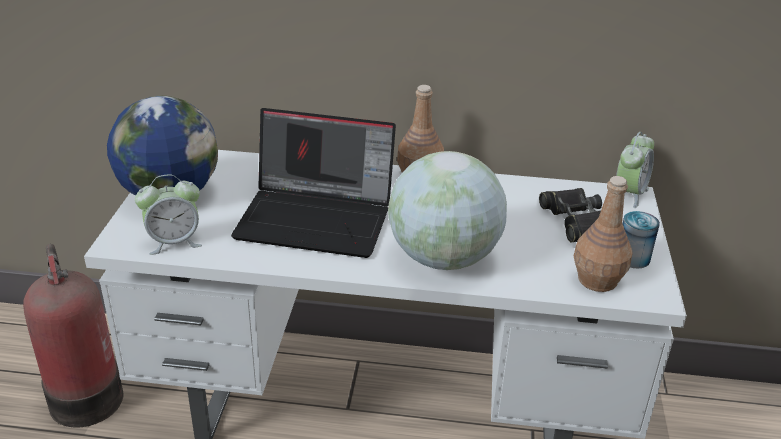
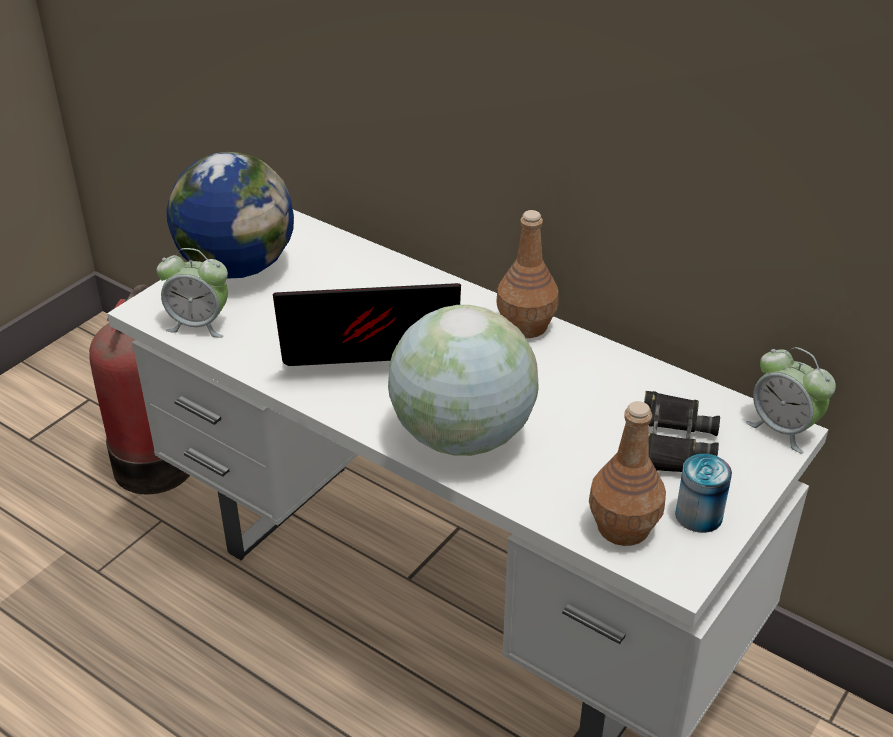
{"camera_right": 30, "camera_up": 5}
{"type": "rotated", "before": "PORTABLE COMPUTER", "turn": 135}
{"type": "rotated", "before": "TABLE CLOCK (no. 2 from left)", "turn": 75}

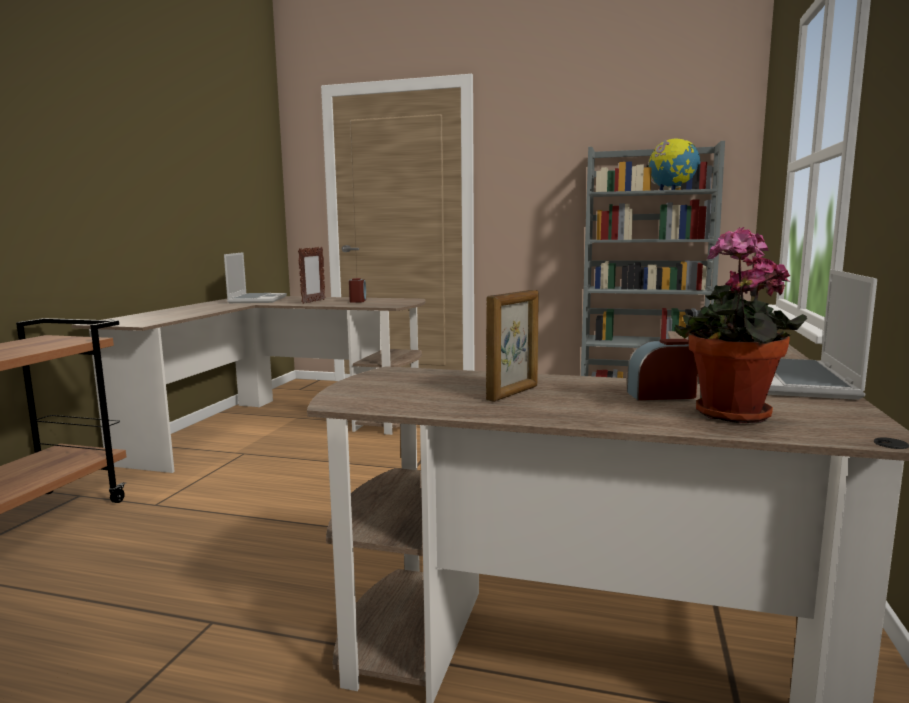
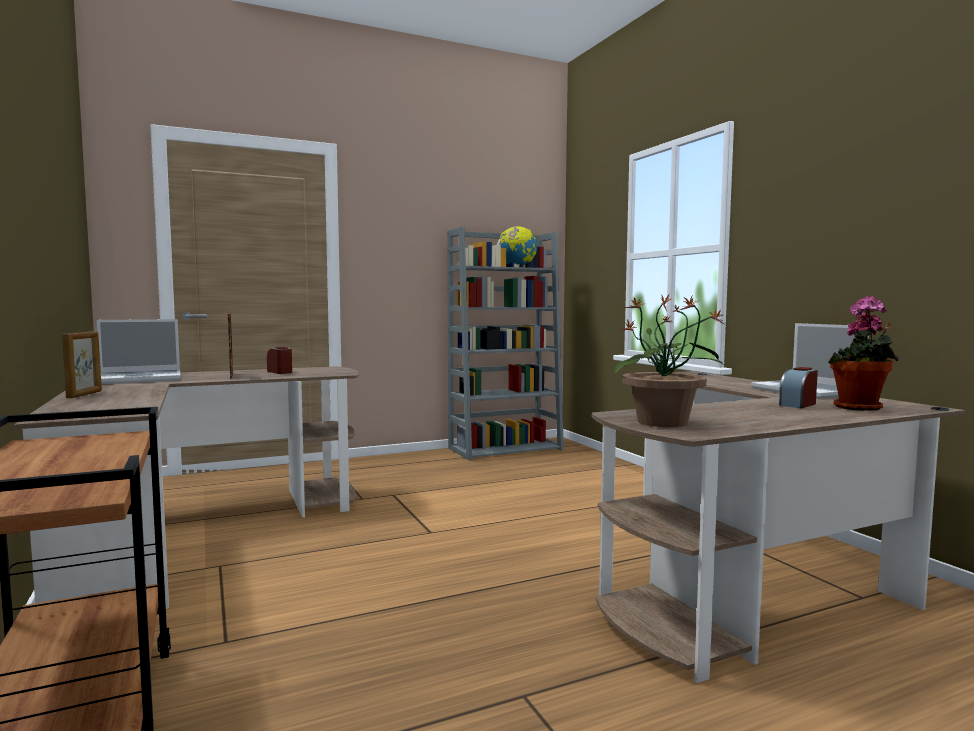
{"camera_right": -40, "camera_up": -5}
{"type": "new", "after": "PLANT IN A POT (no. 1 from left)"}
{"type": "shifted", "before": "PHOTO FRAME (no. 2 from left in the first image)", "after": "PHOTO FRAME (no. 1 from left)"}
{"type": "rotated", "before": "PORTABLE COMPUTER (no. 1 from left)", "turn": 105}

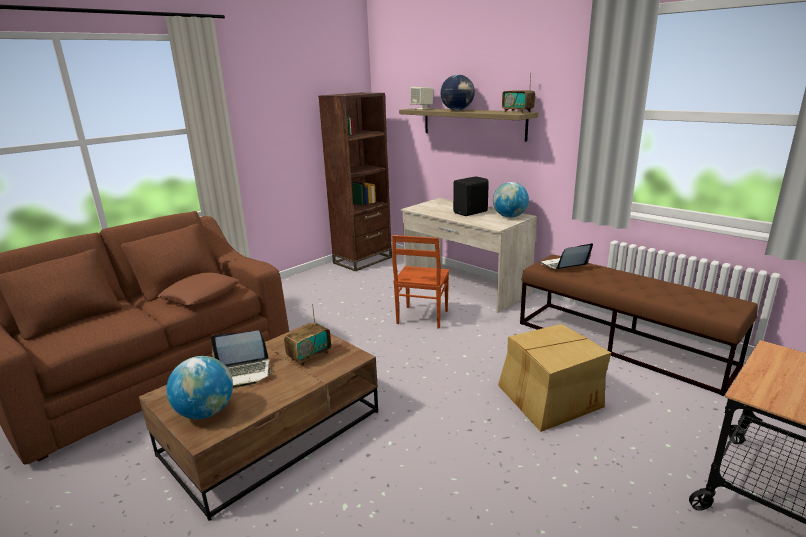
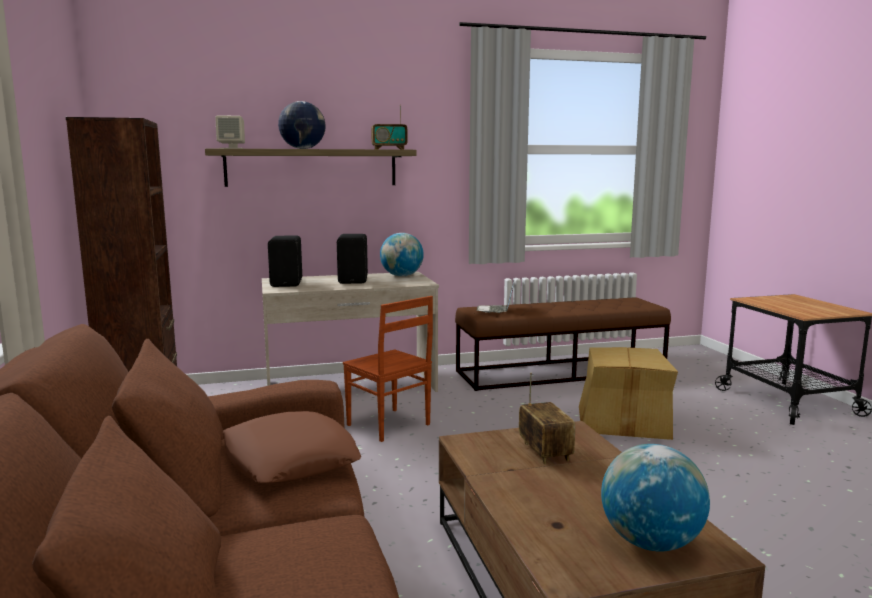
{"camera_right": -60, "camera_up": -10}
{"type": "gone", "before": "PORTABLE COMPUTER (no. 1 from left)"}
{"type": "new", "after": "BLACKISH LOUDSPEAKER (no. 1 from left)"}

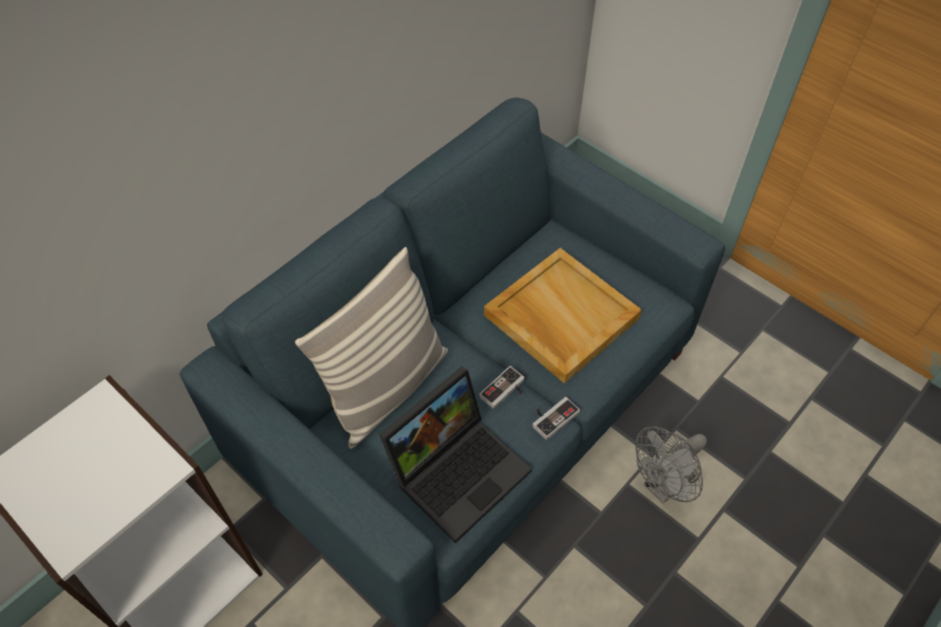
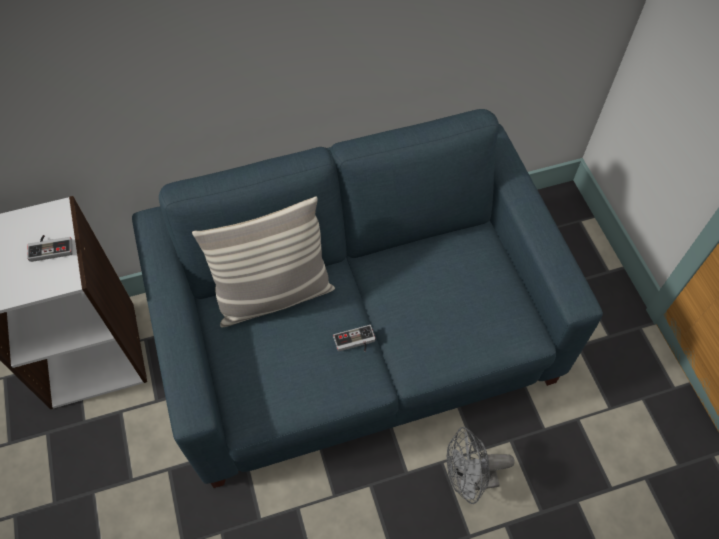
{"camera_right": 30, "camera_up": 5}
{"type": "gone", "before": "PORTABLE COMPUTER"}
{"type": "gone", "before": "BEIGE TRAY"}
{"type": "shifted", "before": "JOYPAD (no. 2 from left in the first image)", "after": "JOYPAD (no. 1 from left)"}

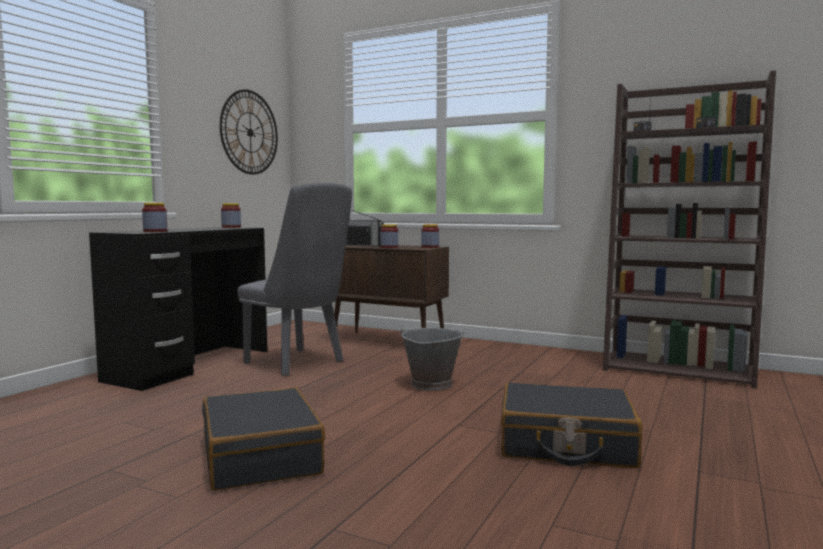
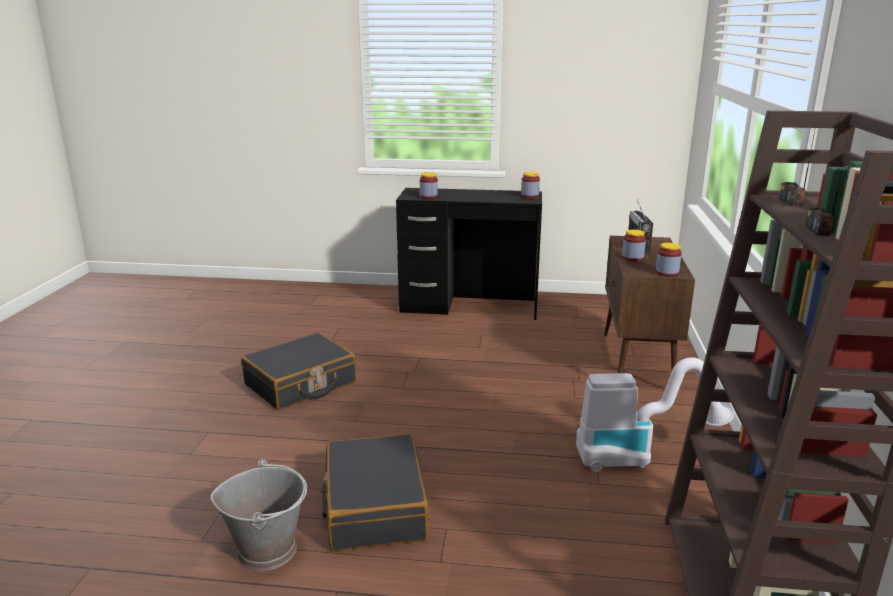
{"camera_right": 70, "camera_up": 15}
{"type": "gone", "before": "HANGING CLOCK"}
{"type": "gone", "before": "GREY PLAIN CHAIR"}
{"type": "new", "after": "VACUUM"}
{"type": "shifted", "before": "GREY BUCKET"}

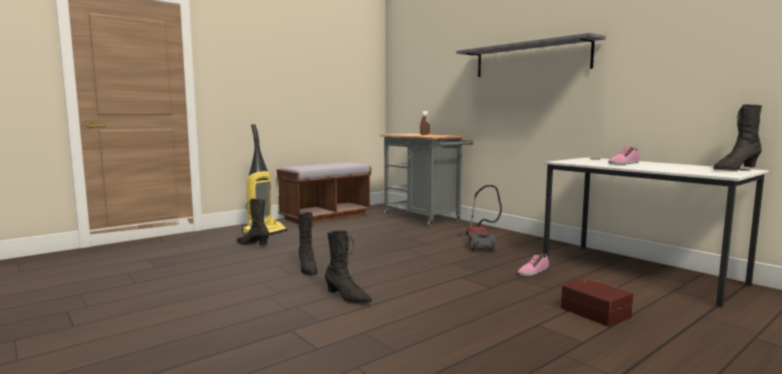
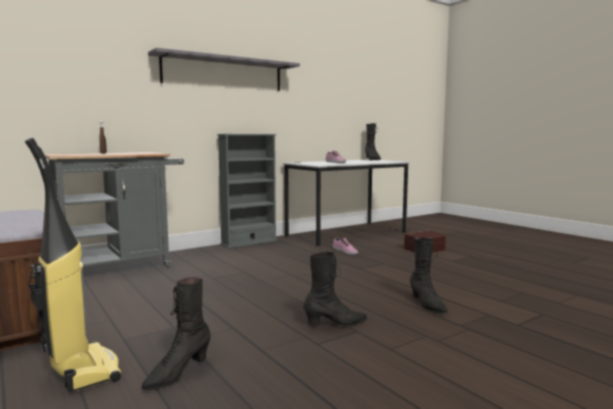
{"camera_right": -85, "camera_up": 0}
{"type": "gone", "before": "VACUUM (no. 2 from left)"}
{"type": "new", "after": "GREY BOOKSHELF"}
{"type": "rotated", "before": "BLACKISH TALL BOOT (no. 3 from left in the first image)", "turn": 120}

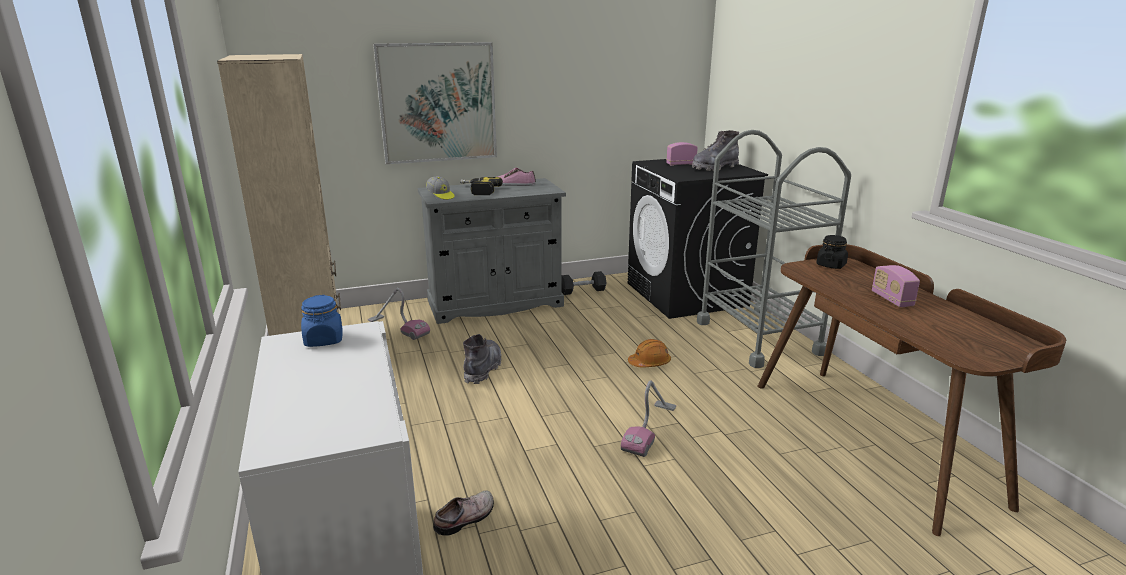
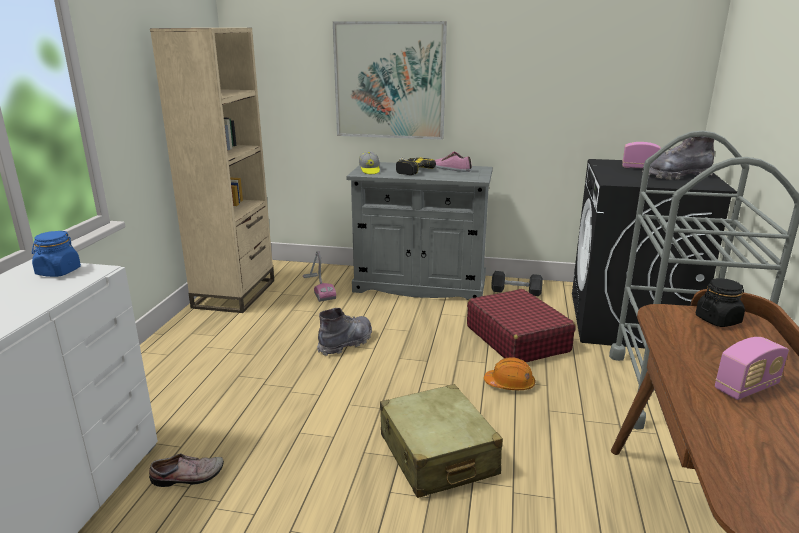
{"camera_right": 30, "camera_up": 0}
{"type": "new", "after": "REDDISH TRAVEL CASE"}
{"type": "swapped", "before": "VACUUM (no. 2 from left)", "after": "BEIGE TRAVEL CASE"}
{"type": "rotated", "before": "RADIO (no. 2 from left)", "turn": -135}

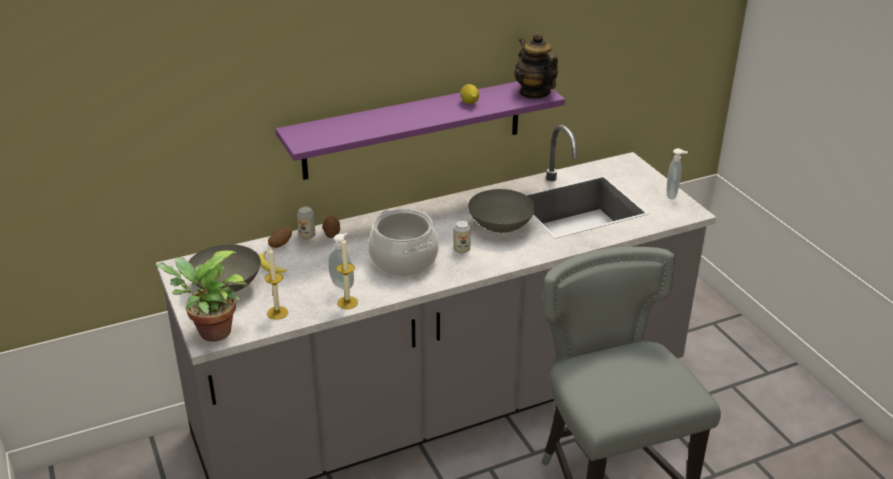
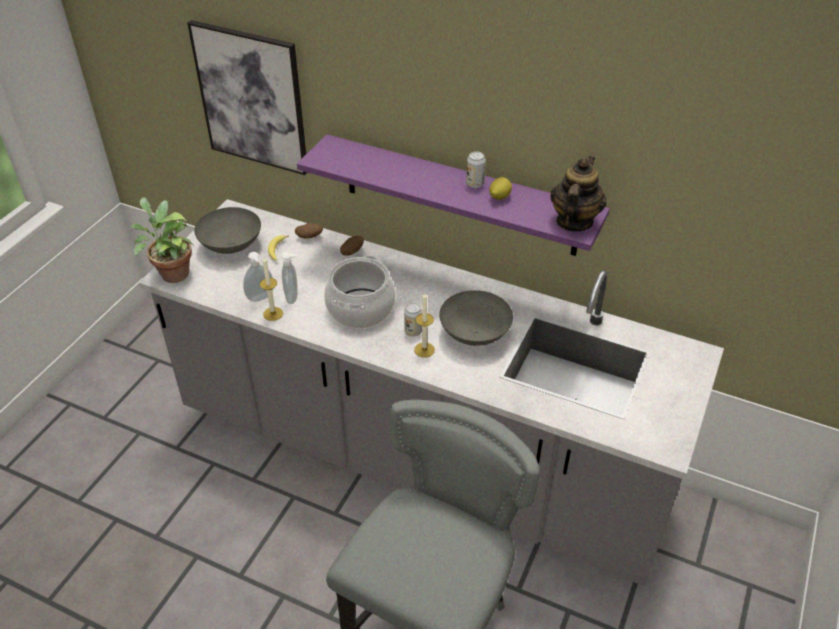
{"camera_right": 50, "camera_up": 10}
{"type": "new", "after": "PICTURE"}
{"type": "shifted", "before": "WAX LIGHT (no. 1 from left in the first image)", "after": "WAX LIGHT (no. 2 from left)"}
{"type": "shifted", "before": "METAL CAN (no. 1 from left in the first image)", "after": "METAL CAN (no. 2 from left)"}
{"type": "shifted", "before": "LIQUID SOAP BOTTLE (no. 2 from left in the first image)", "after": "LIQUID SOAP BOTTLE (no. 1 from left)"}

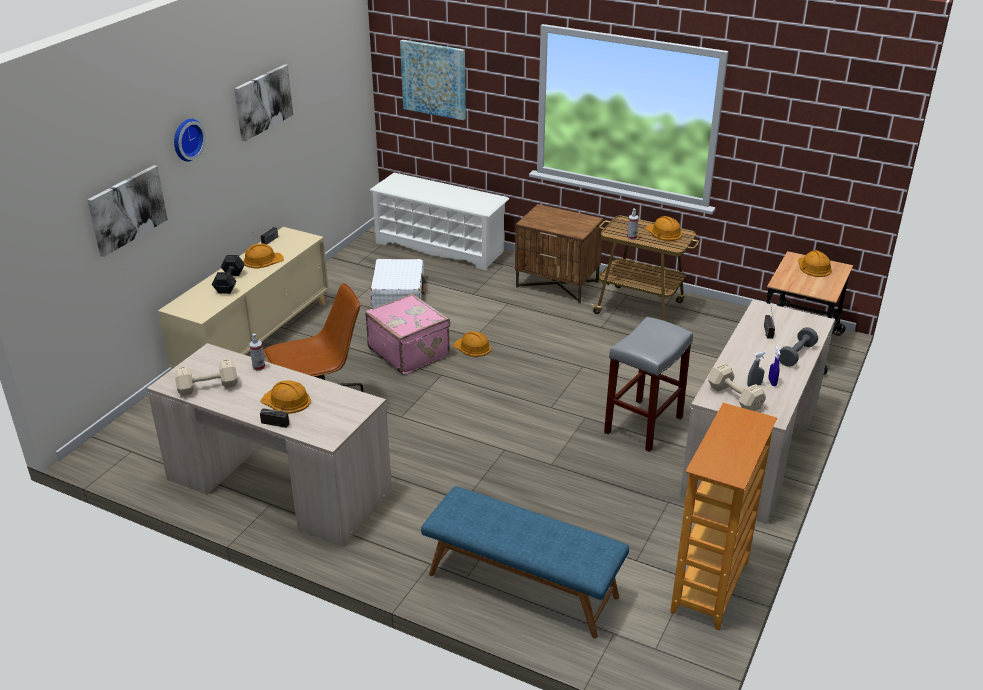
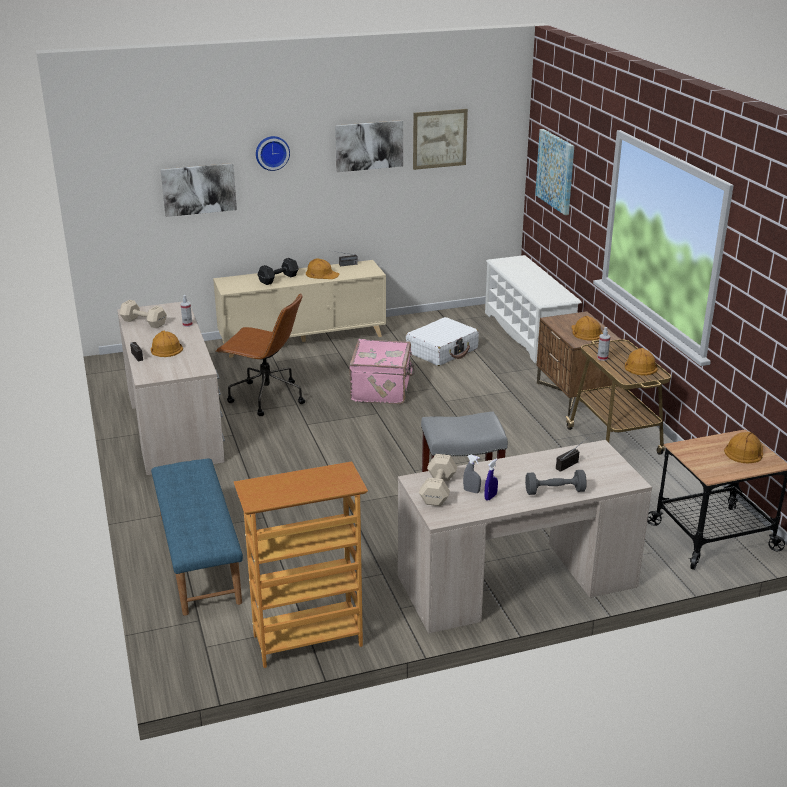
{"camera_right": 45, "camera_up": -5}
{"type": "new", "after": "PICTURE (no. 3 from left)"}
{"type": "shifted", "before": "ORANGEY SAFETY HELMET (no. 3 from left)"}

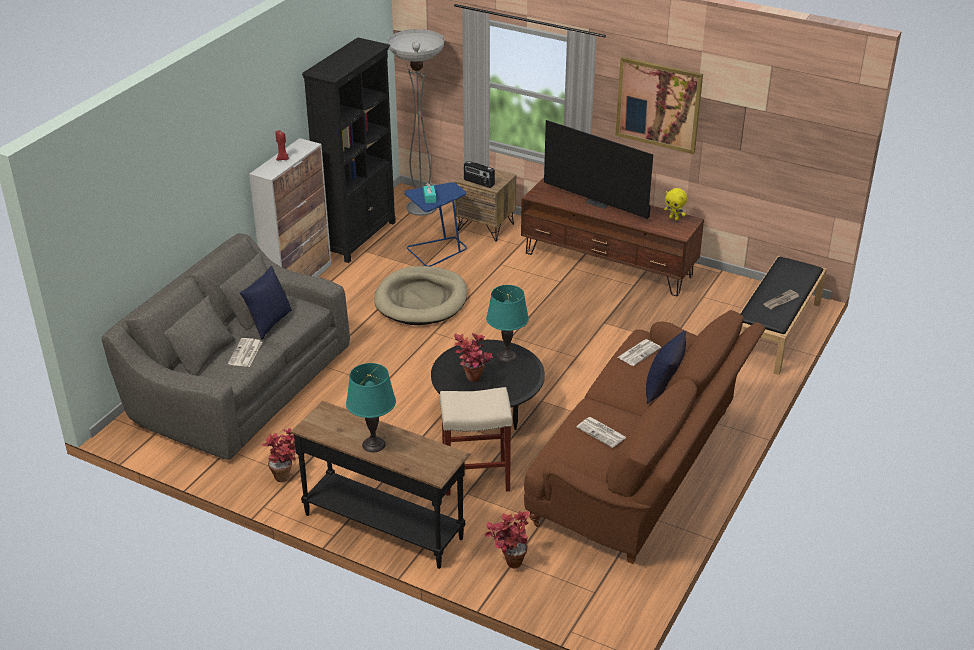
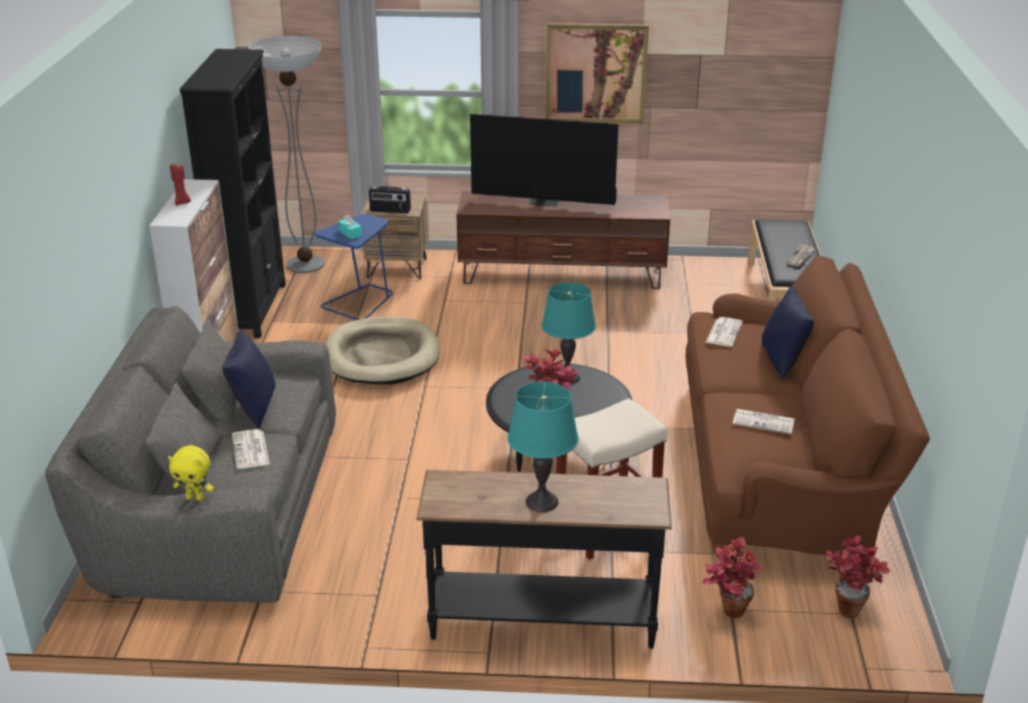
{"camera_right": -25, "camera_up": -5}
{"type": "shifted", "before": "PLANT IN A POT (no. 1 from left in the first image)", "after": "PLANT IN A POT (no. 3 from left)"}
{"type": "shifted", "before": "YELLOW SOFT TOY"}

